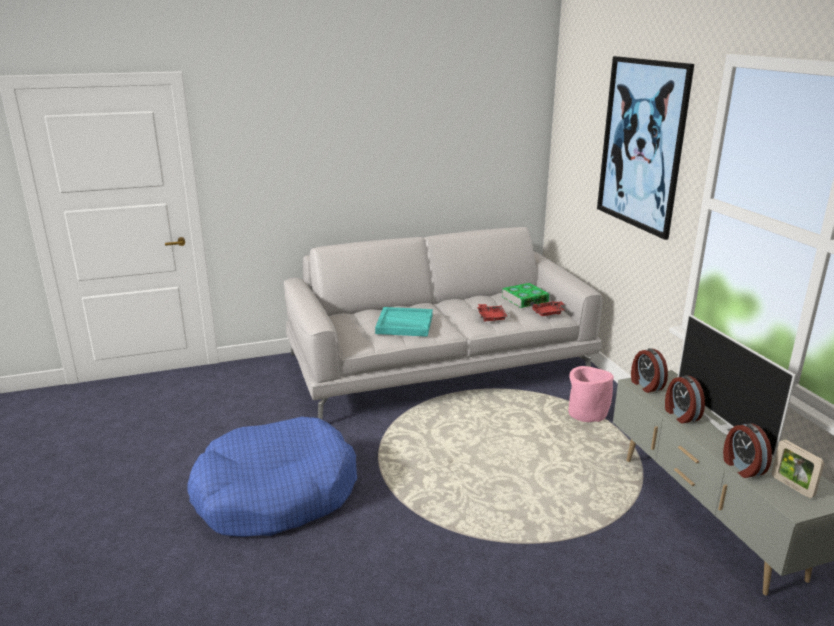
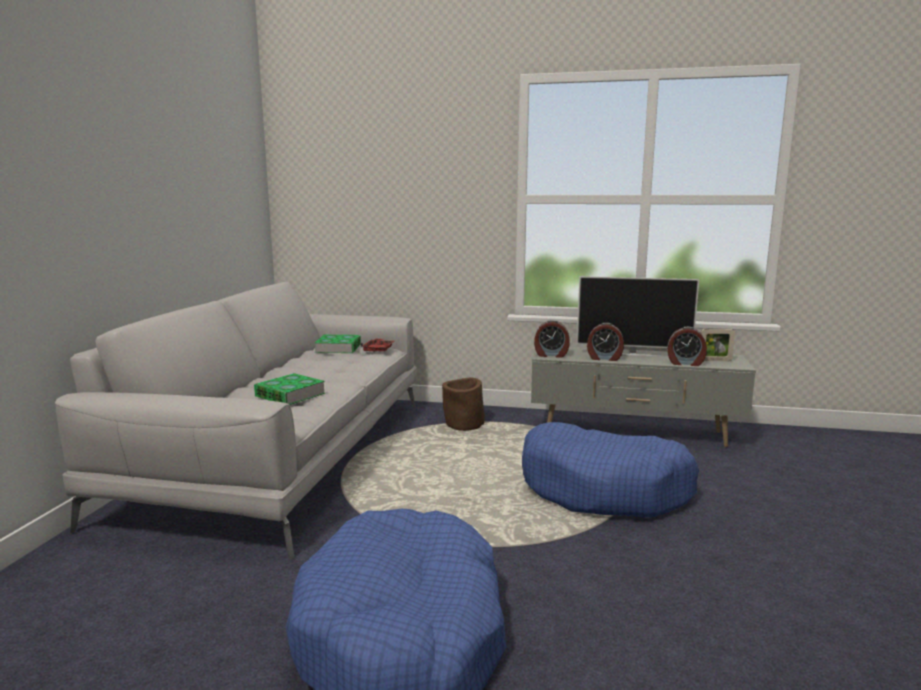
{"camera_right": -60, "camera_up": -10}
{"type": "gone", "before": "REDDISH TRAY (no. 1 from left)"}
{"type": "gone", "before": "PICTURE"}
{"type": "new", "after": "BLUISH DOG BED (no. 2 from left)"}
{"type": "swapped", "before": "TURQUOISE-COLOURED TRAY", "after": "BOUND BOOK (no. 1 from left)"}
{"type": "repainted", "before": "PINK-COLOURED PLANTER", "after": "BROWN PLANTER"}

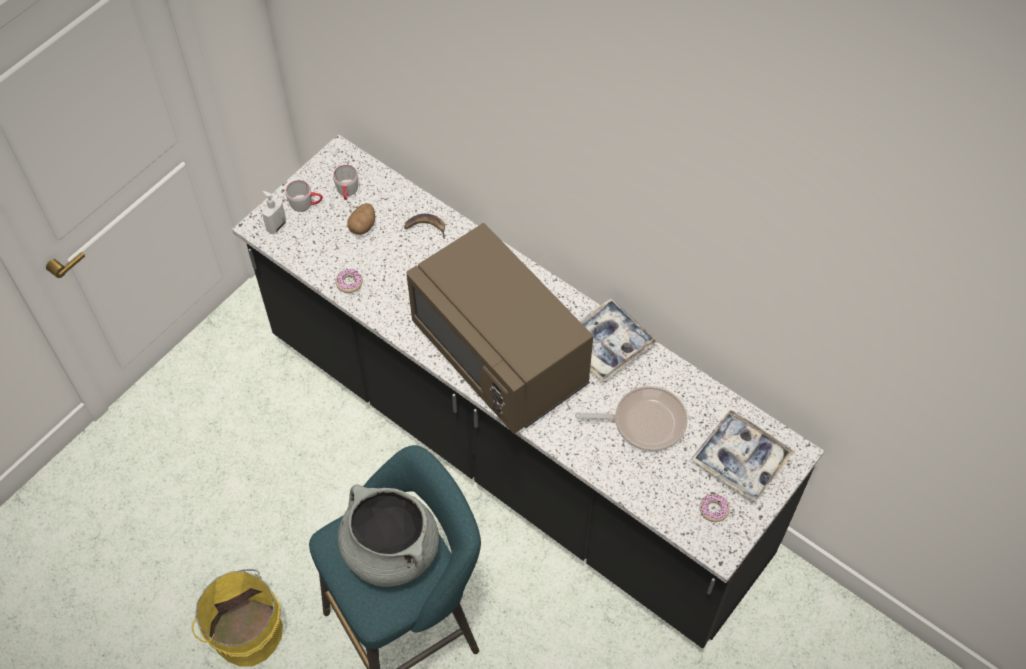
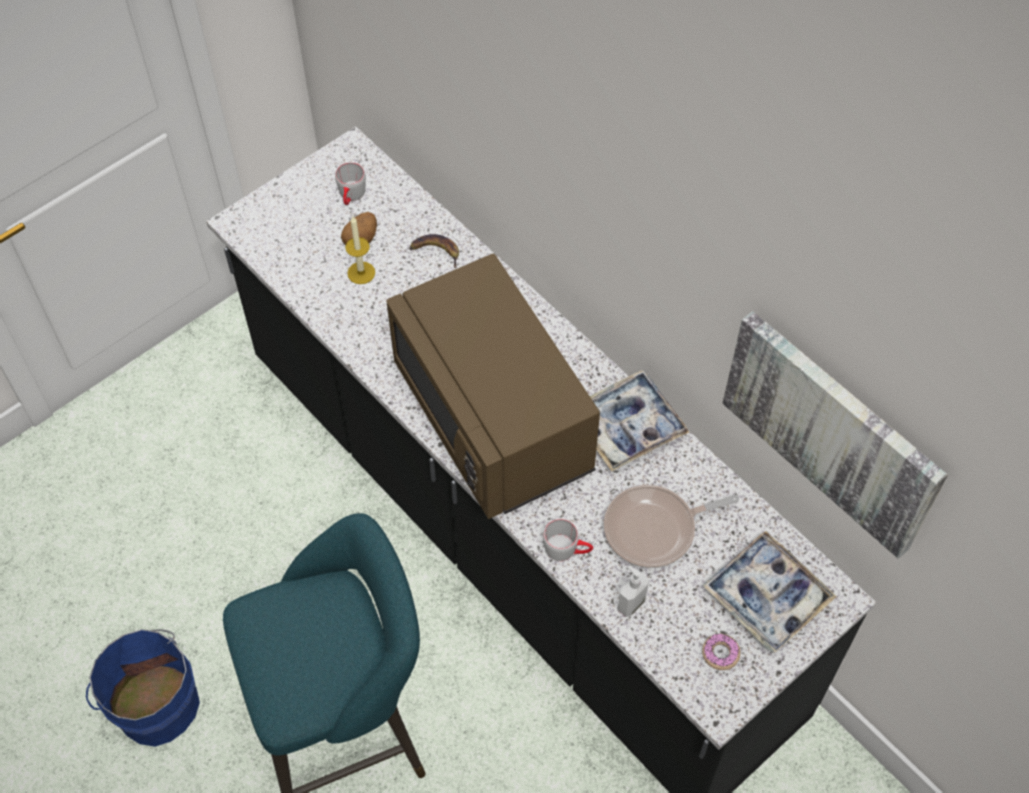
{"camera_right": 10, "camera_up": 0}
{"type": "gone", "before": "RING DOUGHNUT (no. 1 from left)"}
{"type": "gone", "before": "GREY COOKING POT"}
{"type": "new", "after": "WAX LIGHT"}
{"type": "new", "after": "PICTURE"}
{"type": "shifted", "before": "LIQUID SOAP BOTTLE"}
{"type": "shifted", "before": "GREY COFFEE MUG (no. 1 from left in the first image)", "after": "GREY COFFEE MUG (no. 2 from left)"}
{"type": "repainted", "before": "YELLOW BUCKET", "after": "BLUISH BUCKET"}
{"type": "rotated", "before": "SKILLET", "turn": 150}

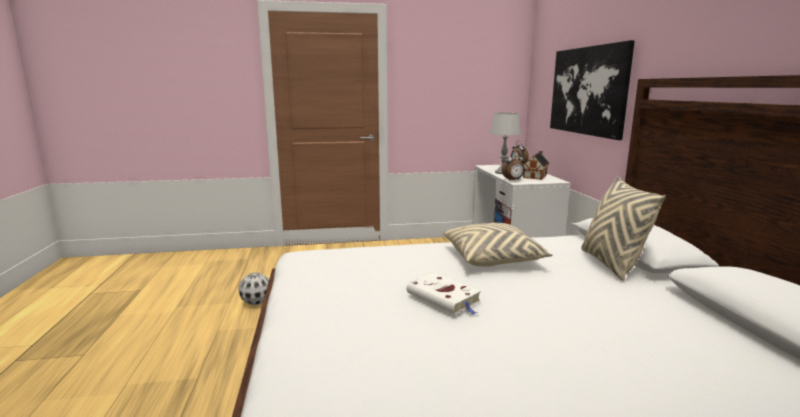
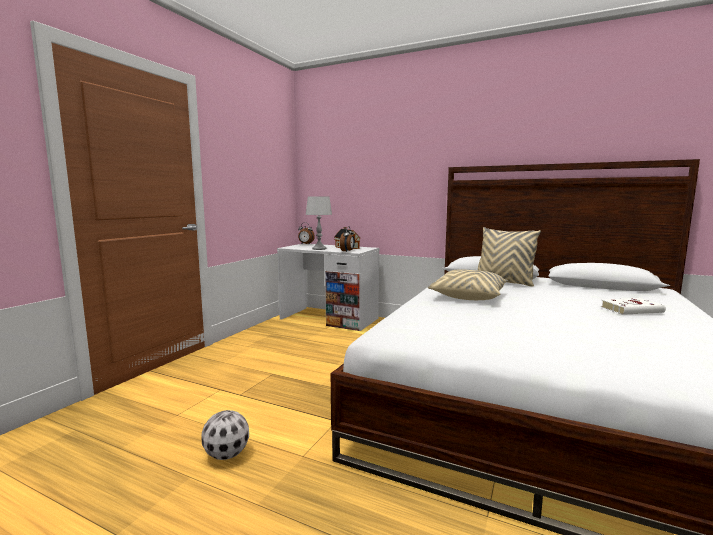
{"camera_right": -55, "camera_up": -5}
{"type": "gone", "before": "PICTURE"}
{"type": "shifted", "before": "WHITE-COLOURED BOUND BOOK"}

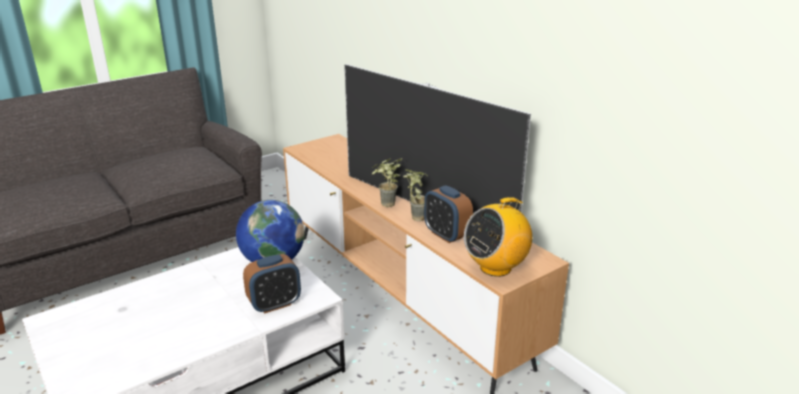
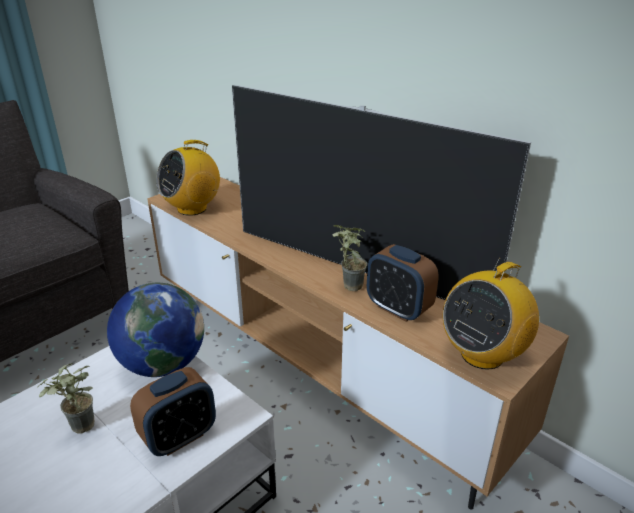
{"camera_right": -10, "camera_up": 5}
{"type": "new", "after": "RADIO (no. 1 from left)"}
{"type": "shifted", "before": "PLANT IN A POT (no. 1 from left)"}

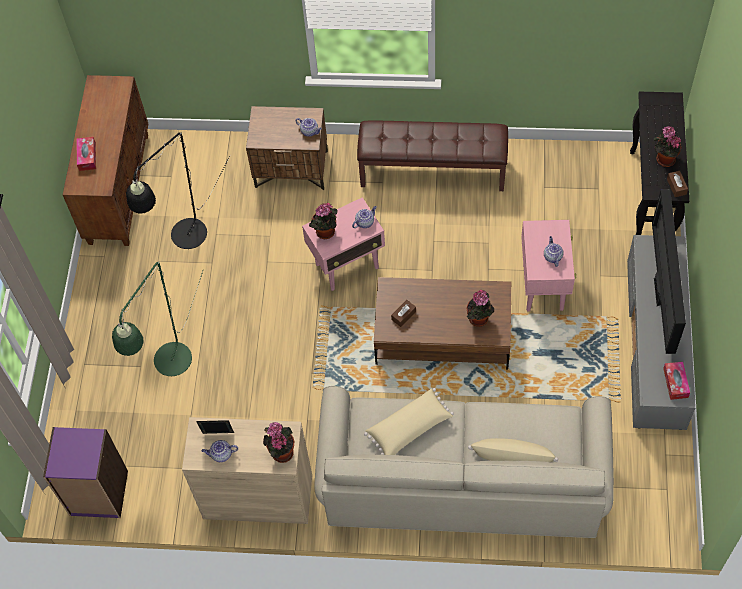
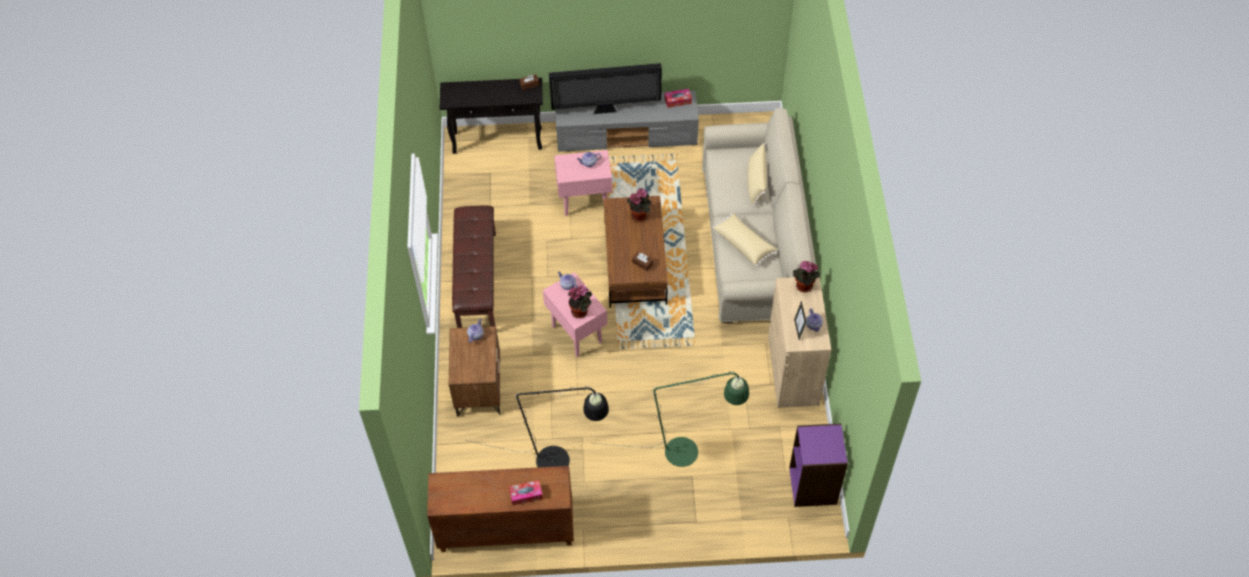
{"camera_right": -100, "camera_up": -5}
{"type": "gone", "before": "PLANT IN A POT (no. 4 from left)"}

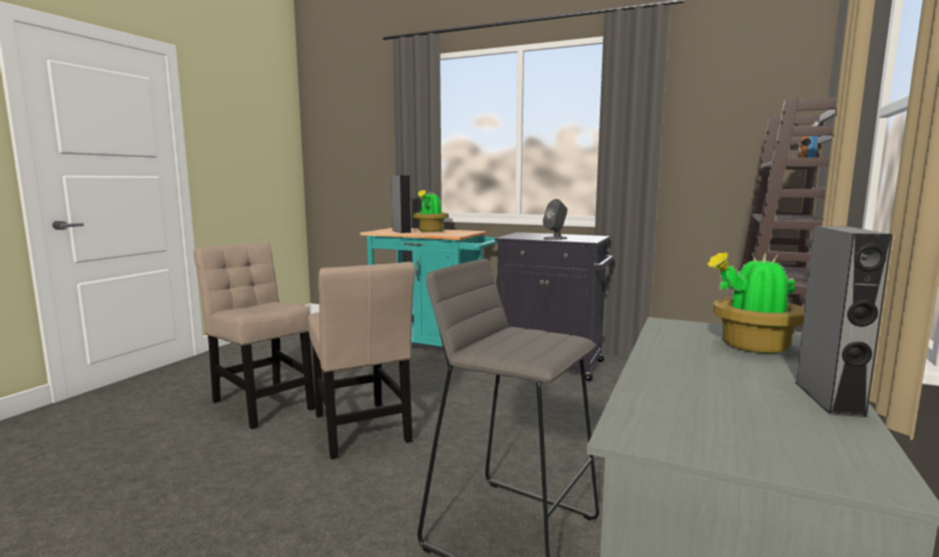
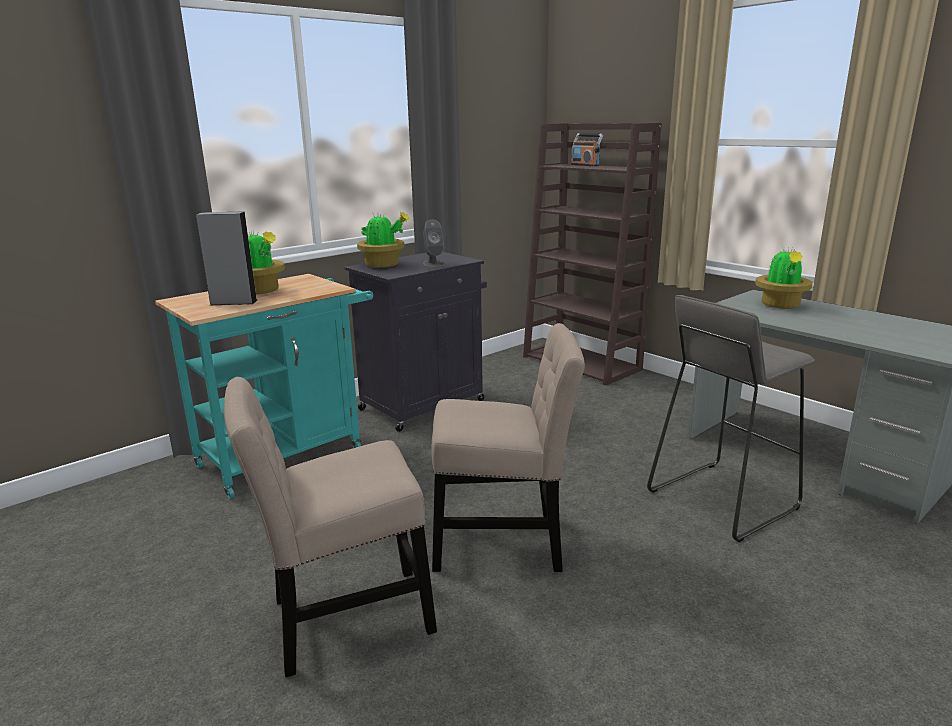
{"camera_right": -65, "camera_up": 10}
{"type": "gone", "before": "GREY LOUDSPEAKER (no. 3 from left)"}
{"type": "new", "after": "PLANT IN A POT (no. 2 from left)"}

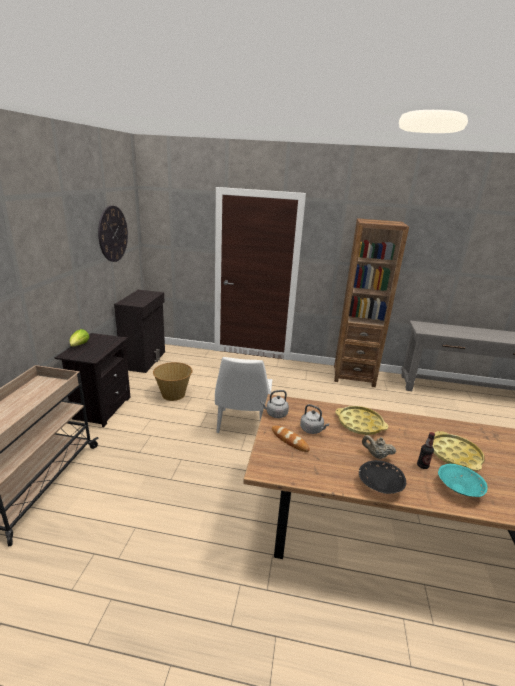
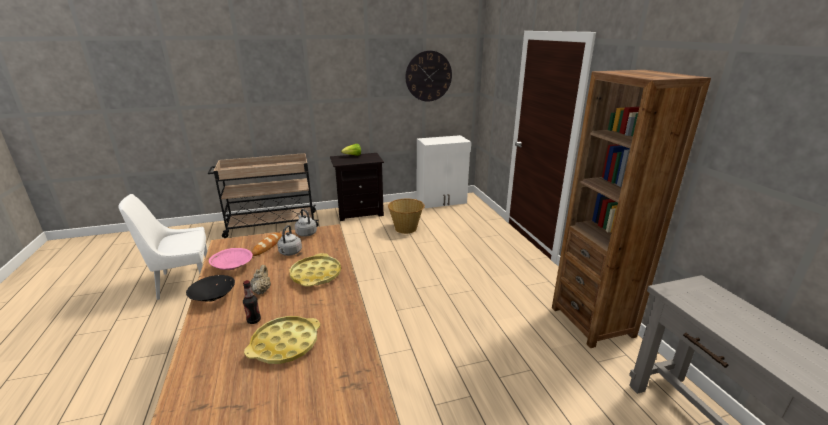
{"camera_right": 65, "camera_up": 0}
{"type": "gone", "before": "TURQUOISE-COLOURED BOWL"}
{"type": "new", "after": "PINK-COLOURED BOWL"}
{"type": "shifted", "before": "WHITE-COLOURED PLAIN CHAIR"}
{"type": "repainted", "before": "BLACKISH CUPBOARD", "after": "WHITE-COLOURED CUPBOARD"}

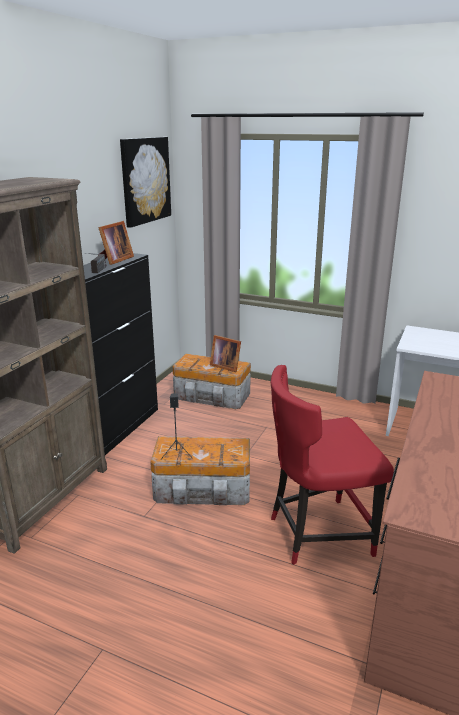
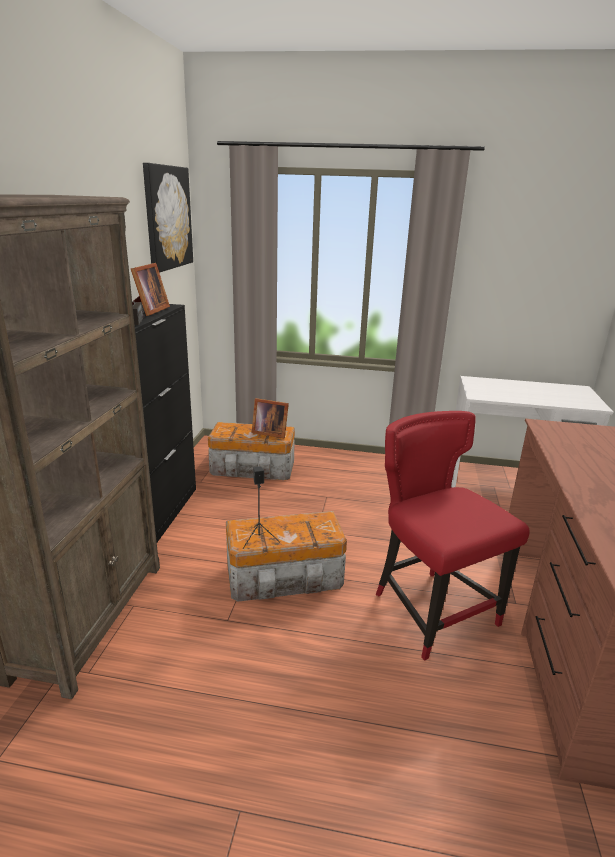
{"camera_right": -15, "camera_up": 0}
{"type": "rotated", "before": "REDDISH PLAIN CHAIR", "turn": 90}

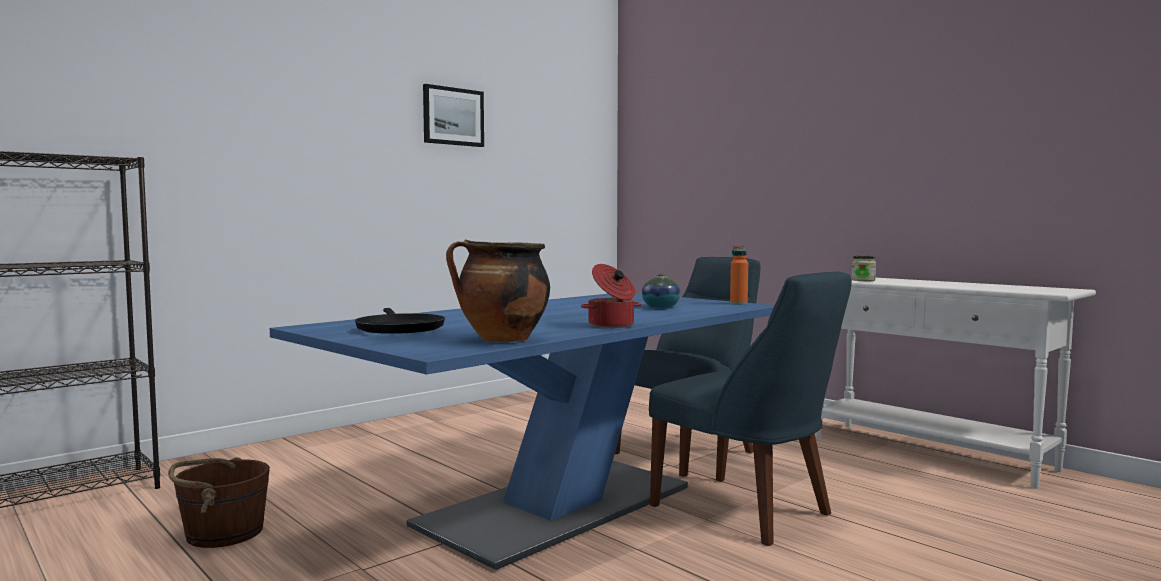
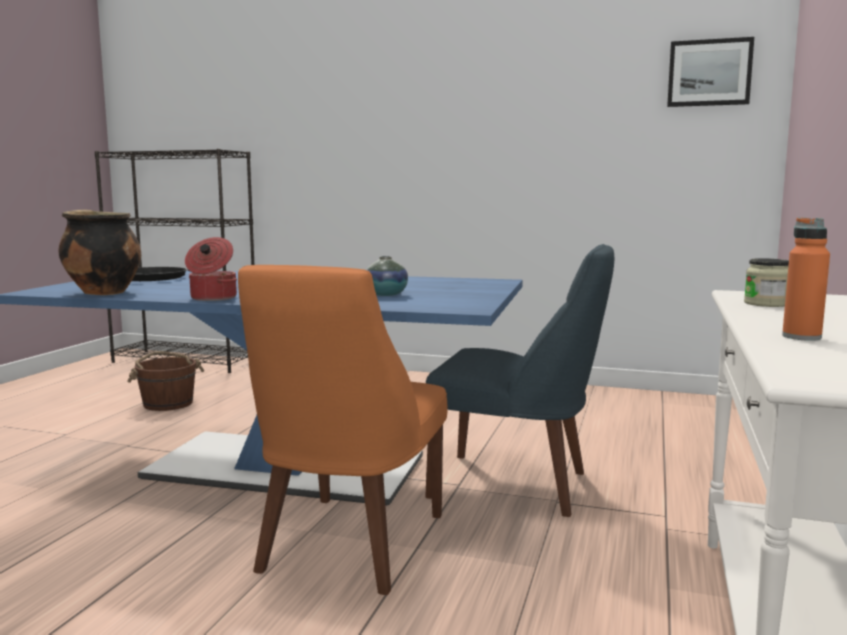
{"camera_right": 60, "camera_up": 5}
{"type": "shifted", "before": "PICTURE"}
{"type": "shifted", "before": "ORANGEY BEVERAGE BOTTLE"}
{"type": "repainted", "before": "BLUISH PLAIN CHAIR (no. 2 from left)", "after": "ORANGEY PLAIN CHAIR"}

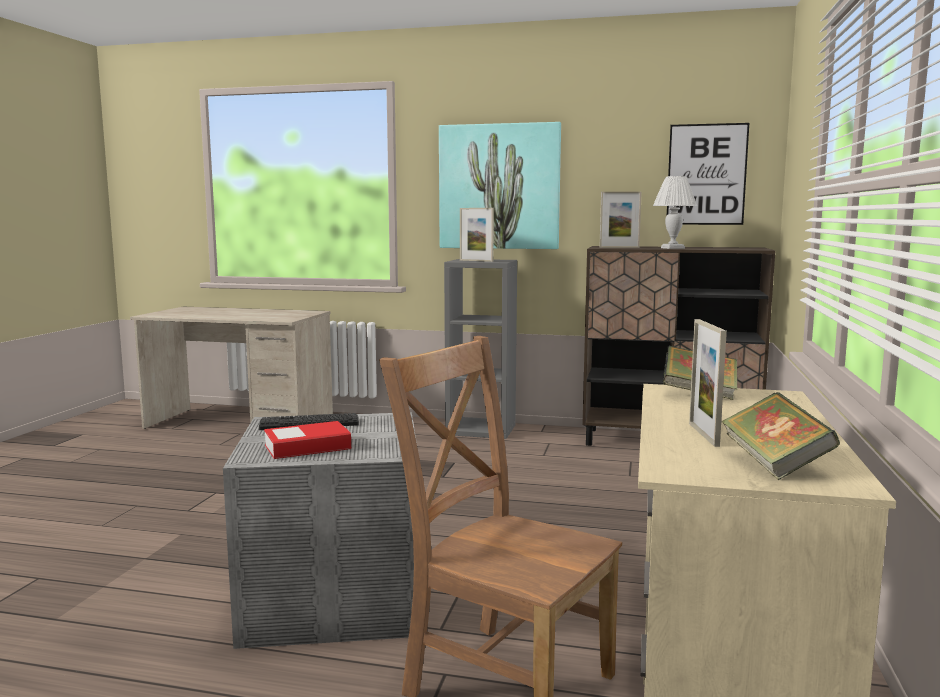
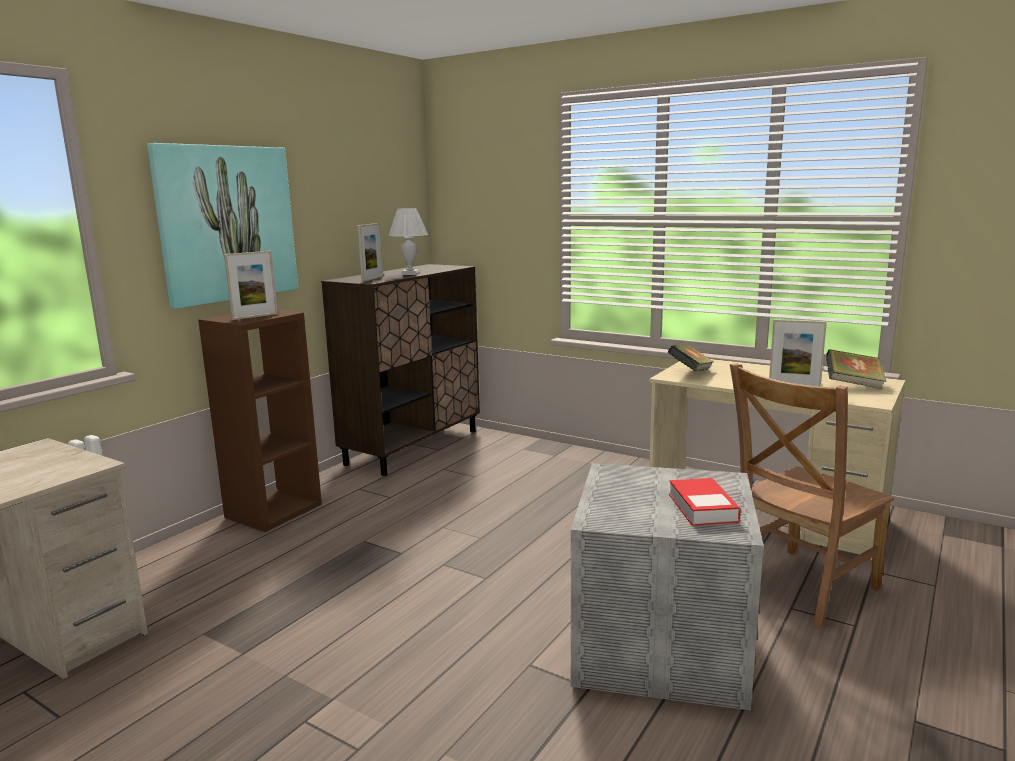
{"camera_right": -70, "camera_up": 5}
{"type": "gone", "before": "COMPUTER KEYBOARD"}
{"type": "gone", "before": "PICTURE (no. 2 from left)"}
{"type": "repainted", "before": "GREY BOOKSHELF", "after": "BROWN BOOKSHELF"}

